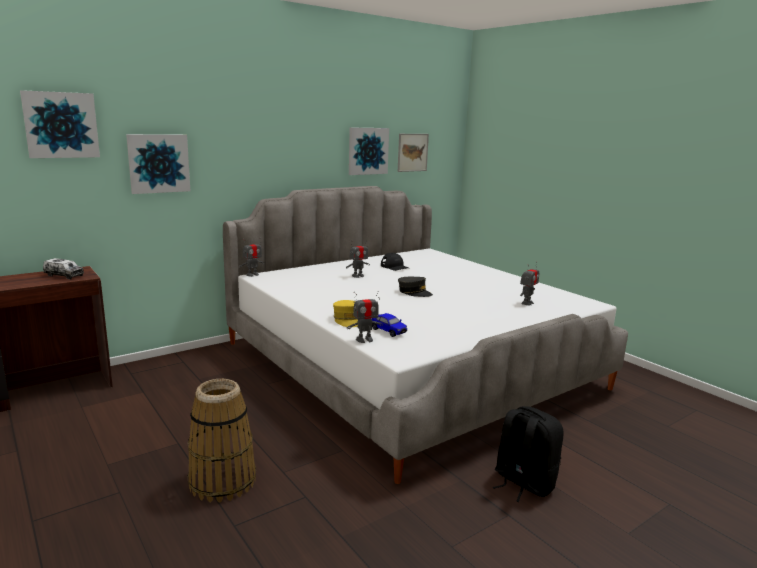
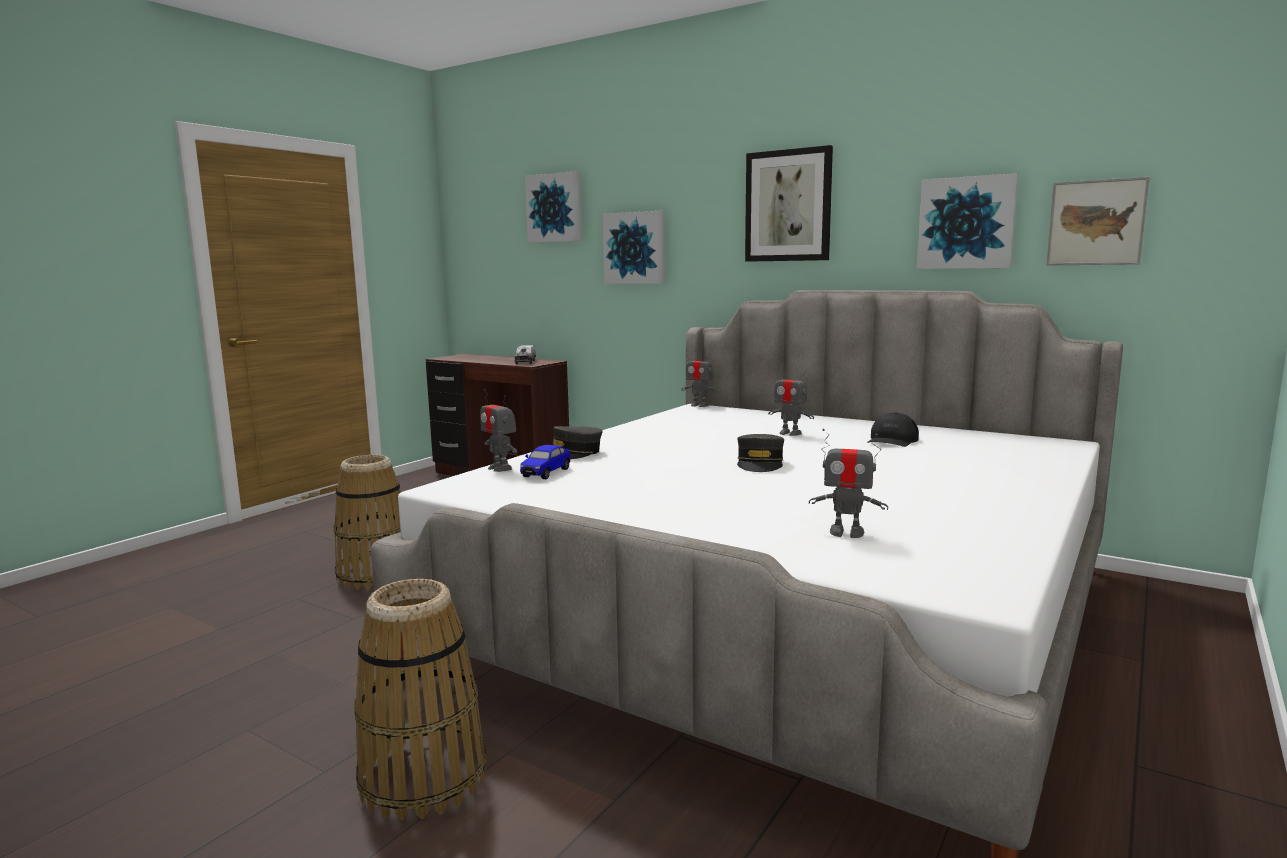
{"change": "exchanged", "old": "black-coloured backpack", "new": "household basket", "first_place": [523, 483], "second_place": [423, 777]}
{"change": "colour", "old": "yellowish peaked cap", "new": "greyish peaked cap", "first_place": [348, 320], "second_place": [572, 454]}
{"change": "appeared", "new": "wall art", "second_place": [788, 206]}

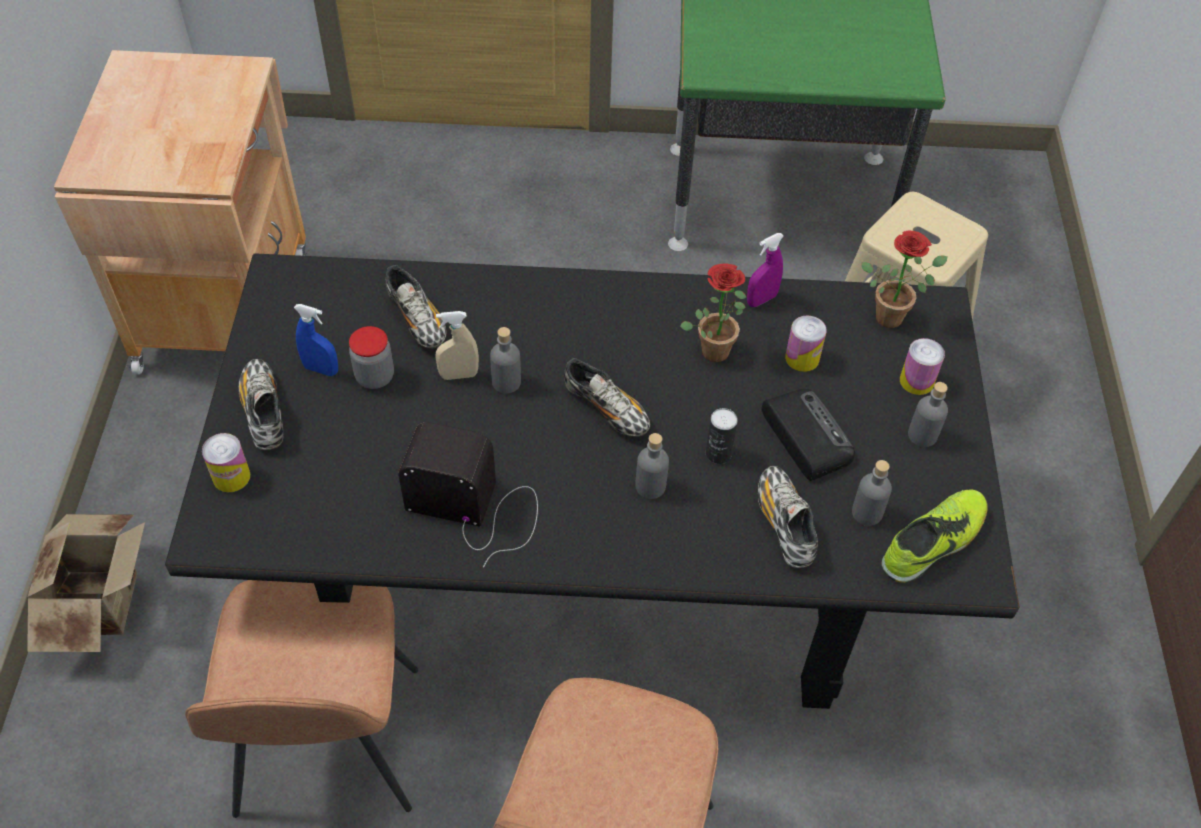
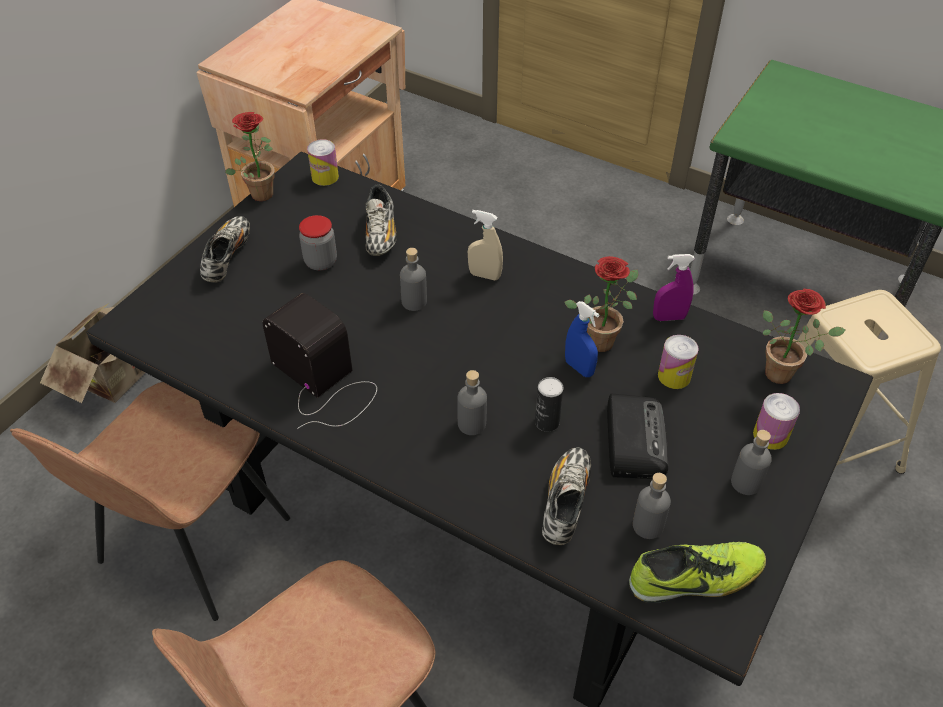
{"change": "appeared", "new": "potted plant", "second_place": [260, 191]}
{"change": "relocated", "old": "can", "first_place": [231, 477], "second_place": [325, 177]}
{"change": "relocated", "old": "sand-coloured spray bottle", "first_place": [459, 375], "second_place": [484, 275]}
{"change": "relocated", "old": "bluish spray bottle", "first_place": [321, 369], "second_place": [579, 368]}
{"change": "missing", "old": "low shoe", "first_place": [606, 409]}

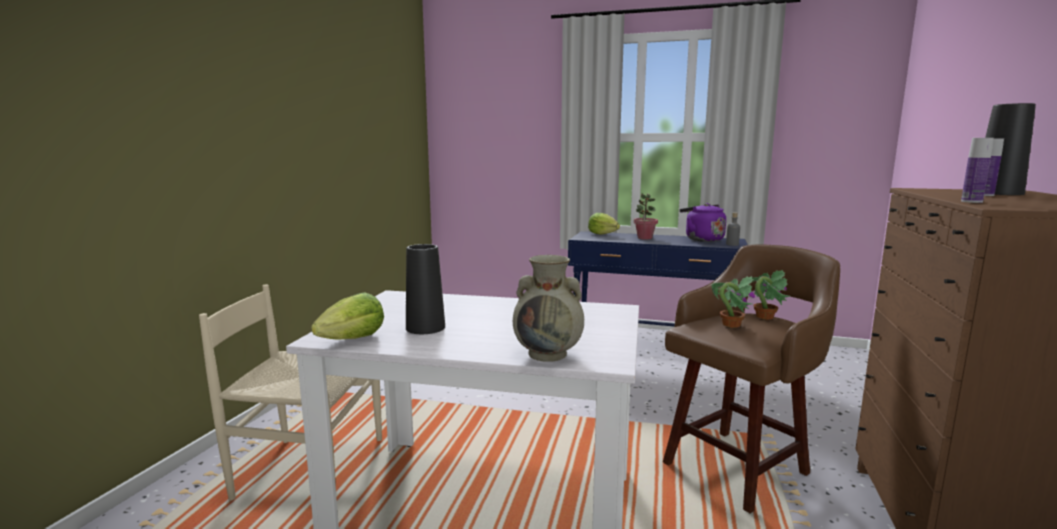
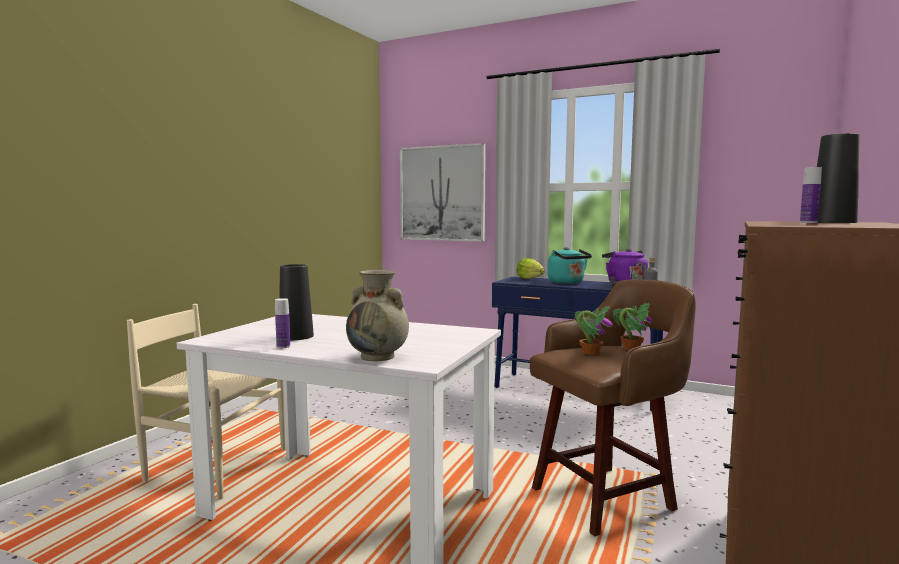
{"change": "relocated", "old": "drink bottle", "first_place": [971, 201], "second_place": [283, 346]}
{"change": "appeared", "new": "wall art", "second_place": [442, 193]}
{"change": "exchanged", "old": "potted plant", "new": "turquoise-coloured water kettle", "first_place": [644, 238], "second_place": [567, 282]}
{"change": "missing", "old": "lettuce head", "first_place": [353, 339]}

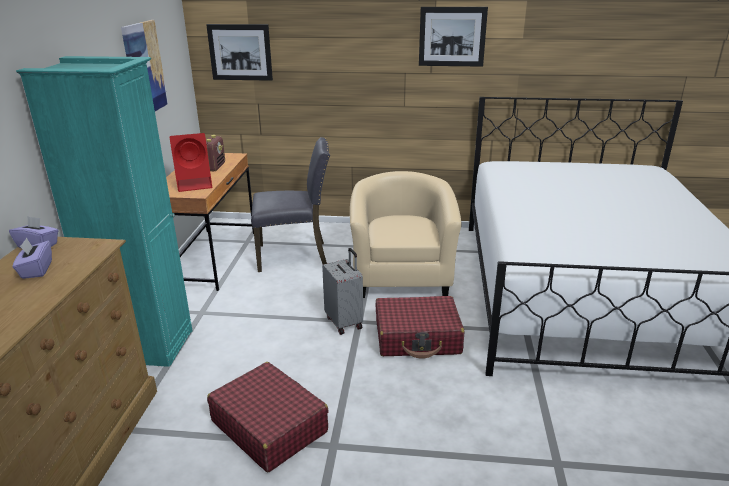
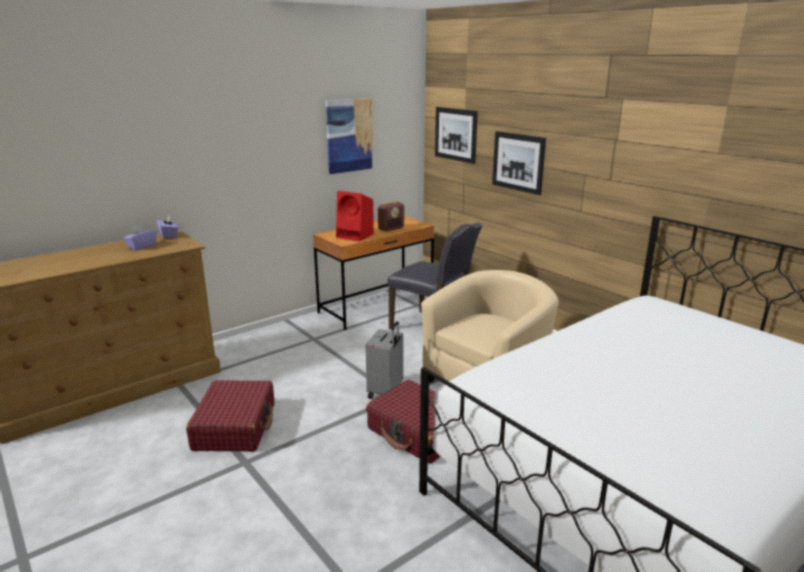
{"change": "relocated", "old": "wall art", "first_place": [452, 36], "second_place": [518, 162]}
{"change": "missing", "old": "turquoise-coloured cupboard", "first_place": [148, 345]}

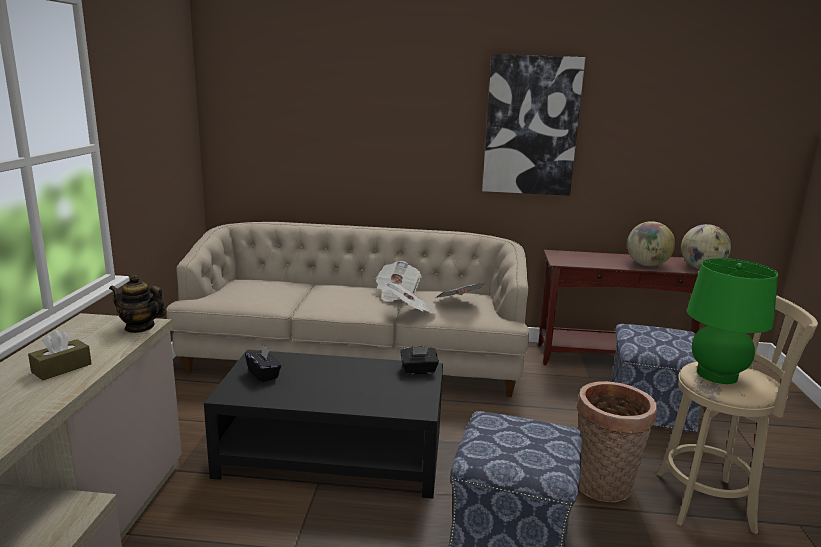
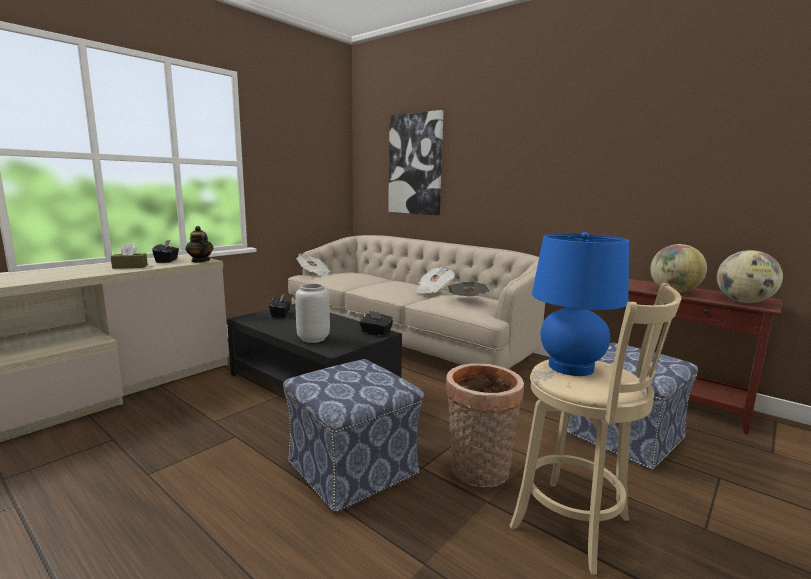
{"change": "appeared", "new": "black-coloured box of tissues", "second_place": [167, 261]}
{"change": "appeared", "new": "greyish vase", "second_place": [313, 338]}
{"change": "relocated", "old": "daily paper", "first_place": [411, 311], "second_place": [314, 274]}
{"change": "relocated", "old": "wall art", "first_place": [531, 126], "second_place": [415, 164]}
{"change": "colour", "old": "green lamp for a table", "new": "bluish lamp for a table", "first_place": [717, 375], "second_place": [570, 367]}

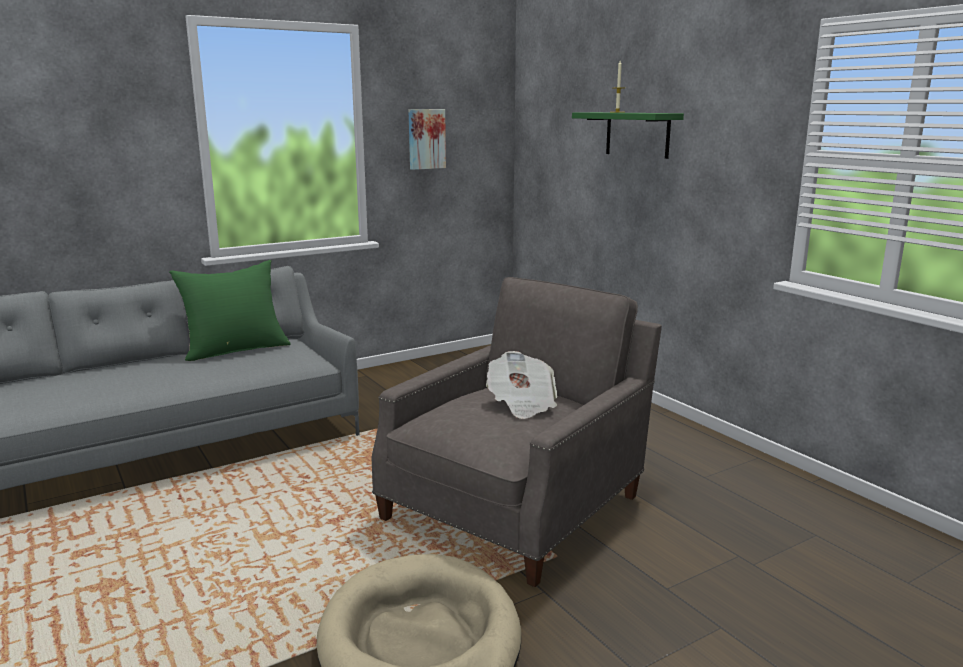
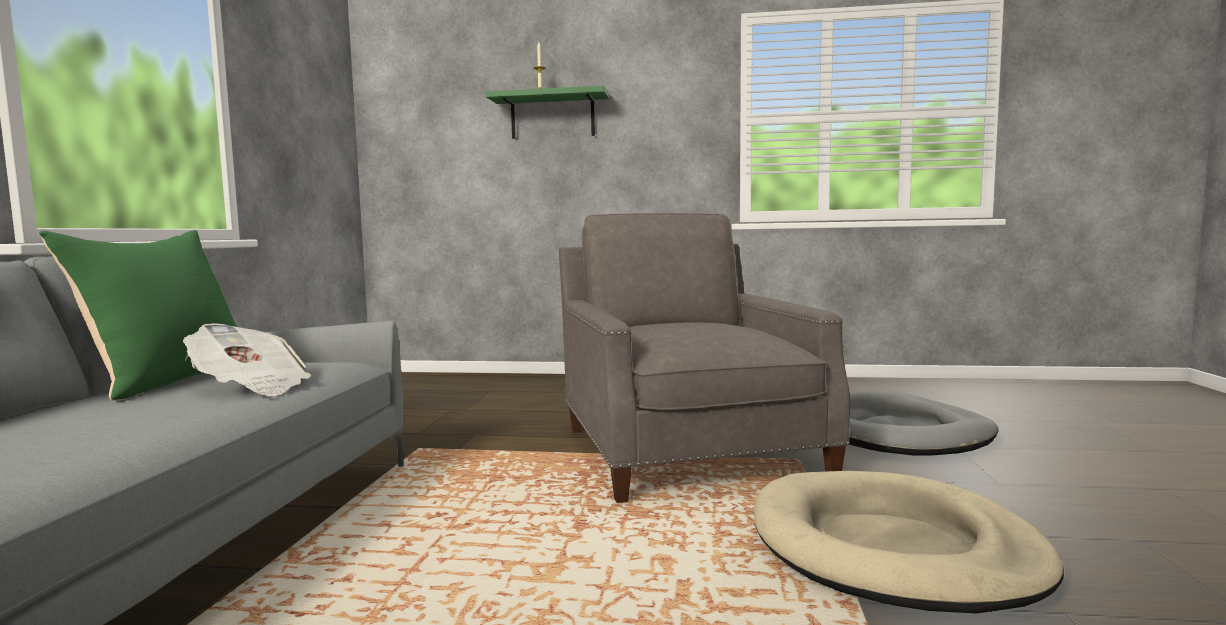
{"change": "relocated", "old": "daily paper", "first_place": [521, 404], "second_place": [251, 388]}
{"change": "appeared", "new": "greyish dog bed", "second_place": [898, 433]}
{"change": "missing", "old": "wall art", "first_place": [426, 139]}

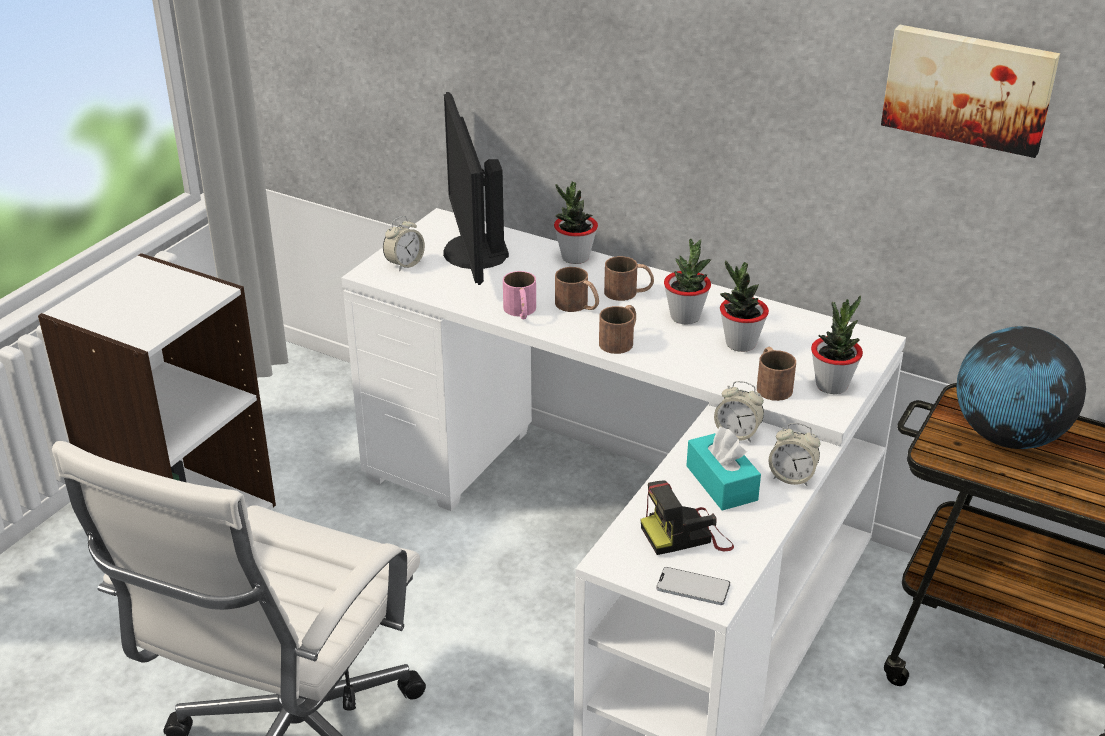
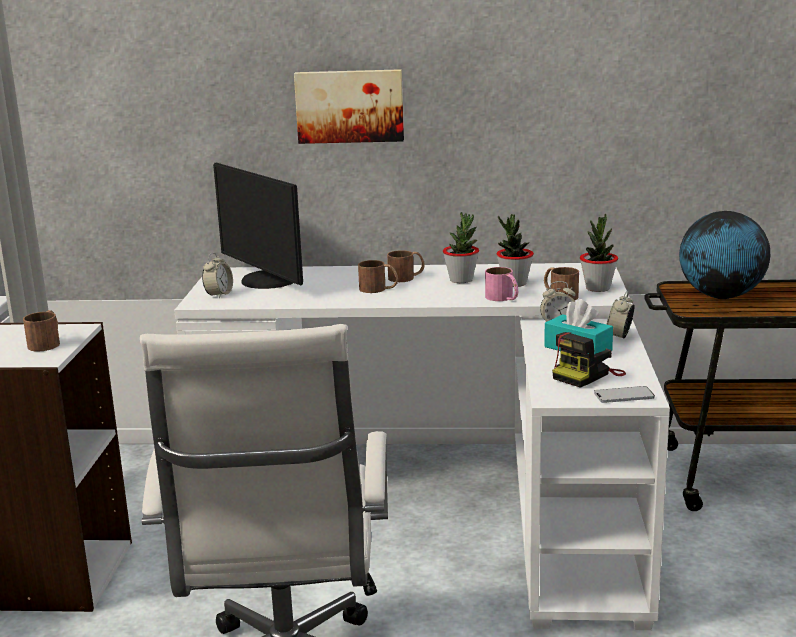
{"change": "relocated", "old": "brown coffee mug", "first_place": [620, 340], "second_place": [47, 343]}
{"change": "relocated", "old": "wall art", "first_place": [968, 88], "second_place": [350, 106]}
{"change": "relocated", "old": "pinkish coffee mug", "first_place": [521, 312], "second_place": [503, 298]}
{"change": "spun", "old": "bedside clock", "first_place": [792, 477], "second_place": [619, 336], "degrees": 120}
{"change": "missing", "old": "potted plant", "first_place": [575, 257]}

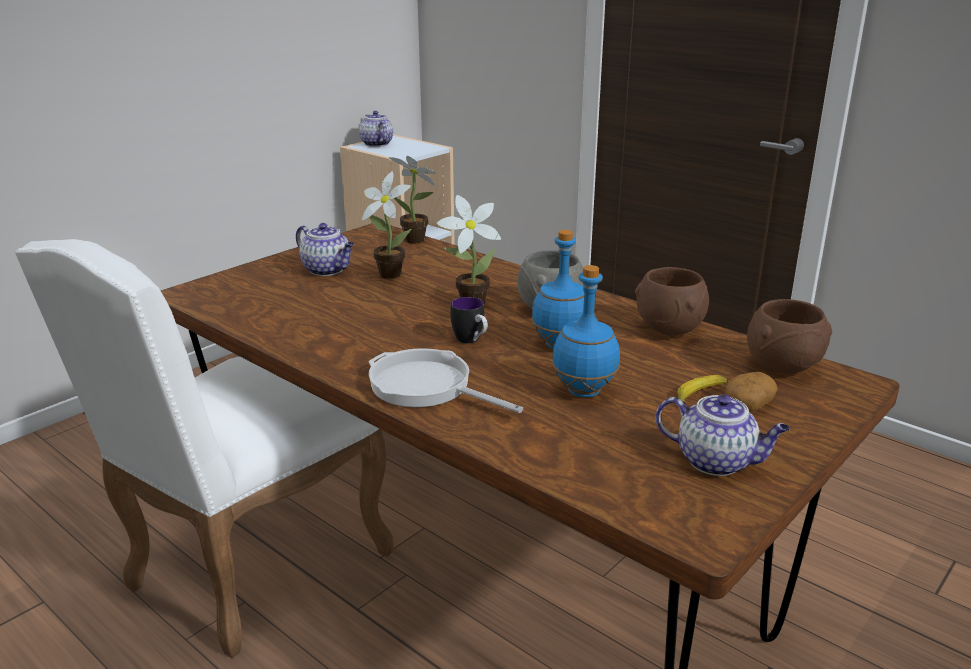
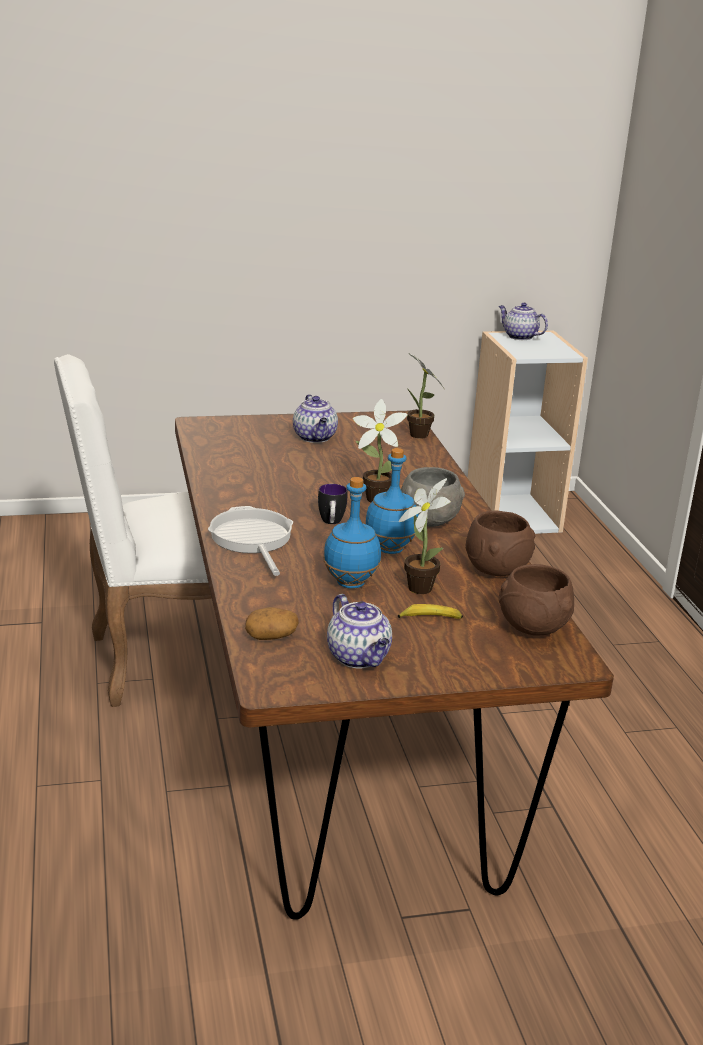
{"change": "relocated", "old": "whole potato", "first_place": [748, 404], "second_place": [271, 636]}
{"change": "relocated", "old": "potted plant", "first_place": [388, 273], "second_place": [420, 586]}
{"change": "spun", "old": "pot for tea", "first_place": [376, 144], "second_place": [519, 336], "degrees": -60}

